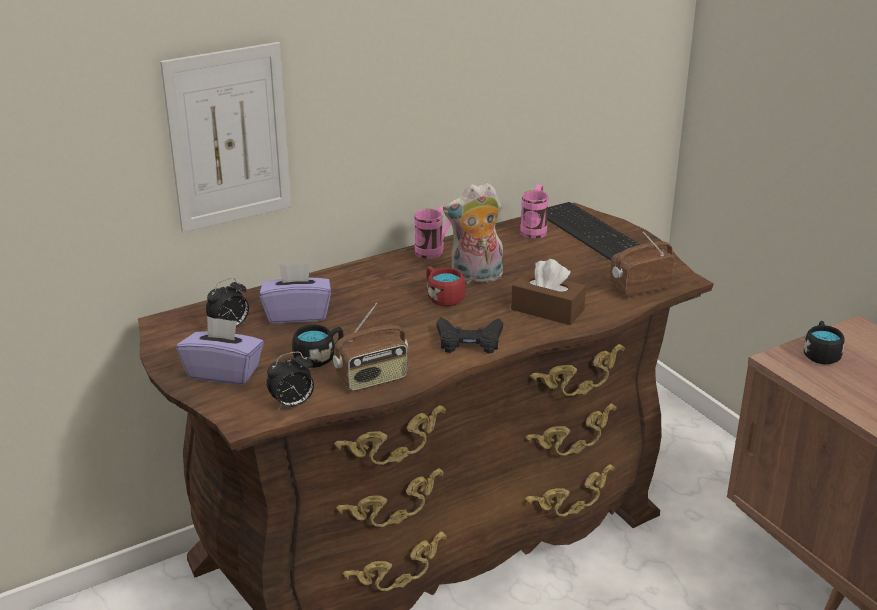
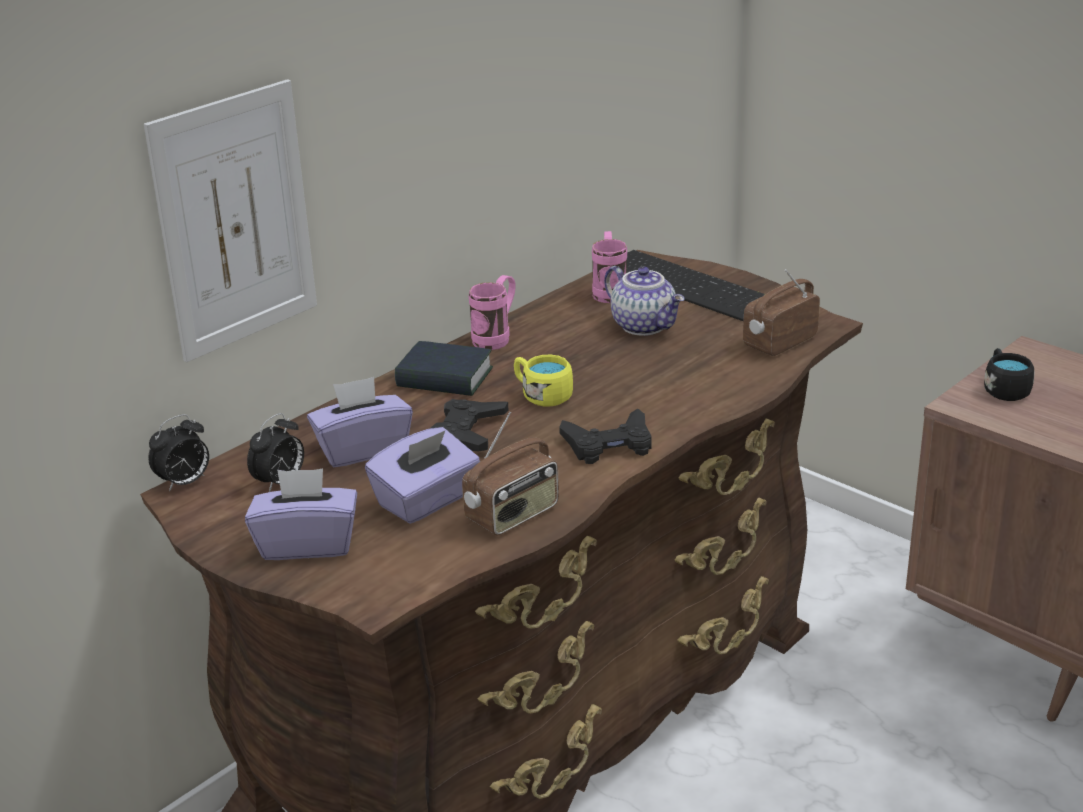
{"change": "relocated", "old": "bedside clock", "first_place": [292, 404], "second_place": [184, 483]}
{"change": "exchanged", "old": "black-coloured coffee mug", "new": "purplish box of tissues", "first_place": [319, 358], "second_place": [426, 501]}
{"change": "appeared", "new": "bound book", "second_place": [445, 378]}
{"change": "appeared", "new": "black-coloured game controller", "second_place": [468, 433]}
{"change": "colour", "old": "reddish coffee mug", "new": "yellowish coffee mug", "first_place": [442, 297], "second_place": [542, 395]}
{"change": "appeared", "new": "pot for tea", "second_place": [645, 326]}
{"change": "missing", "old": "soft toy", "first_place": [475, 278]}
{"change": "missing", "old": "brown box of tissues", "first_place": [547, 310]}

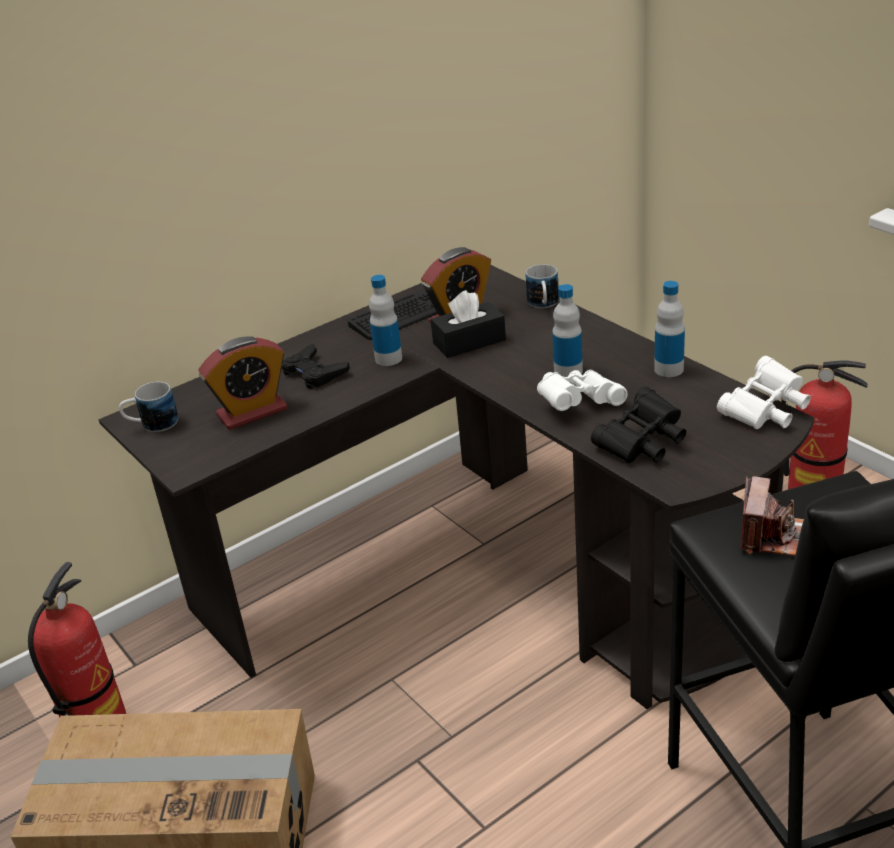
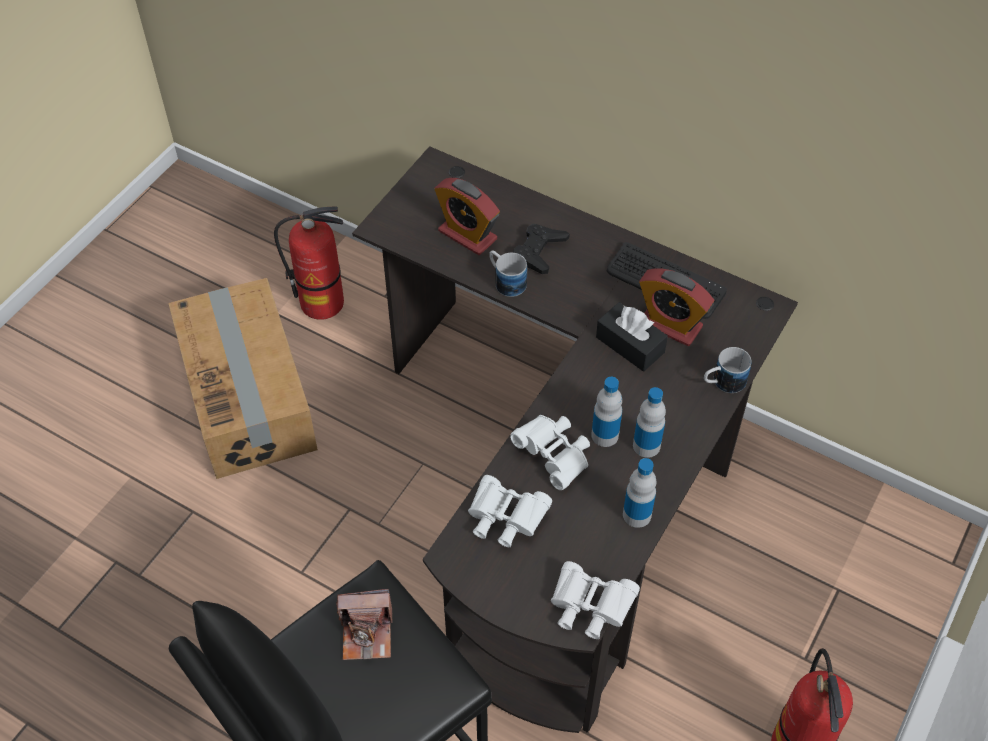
{"change": "colour", "old": "black-coloured binoculars", "new": "white-coloured binoculars", "first_place": [642, 444], "second_place": [505, 519]}
{"change": "relocated", "old": "coffee mug", "first_place": [152, 424], "second_place": [505, 281]}
{"change": "relocated", "old": "drink bottle", "first_place": [388, 359], "second_place": [646, 445]}

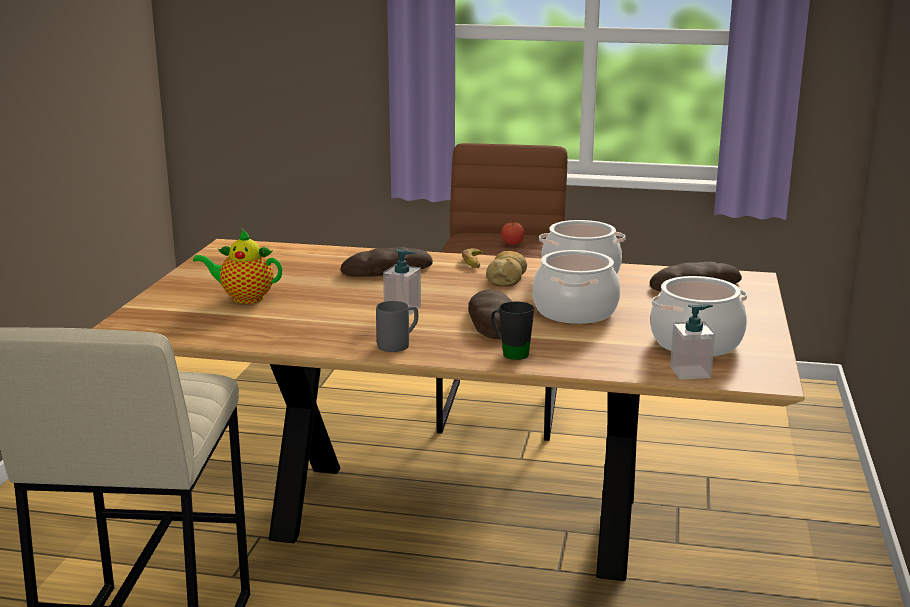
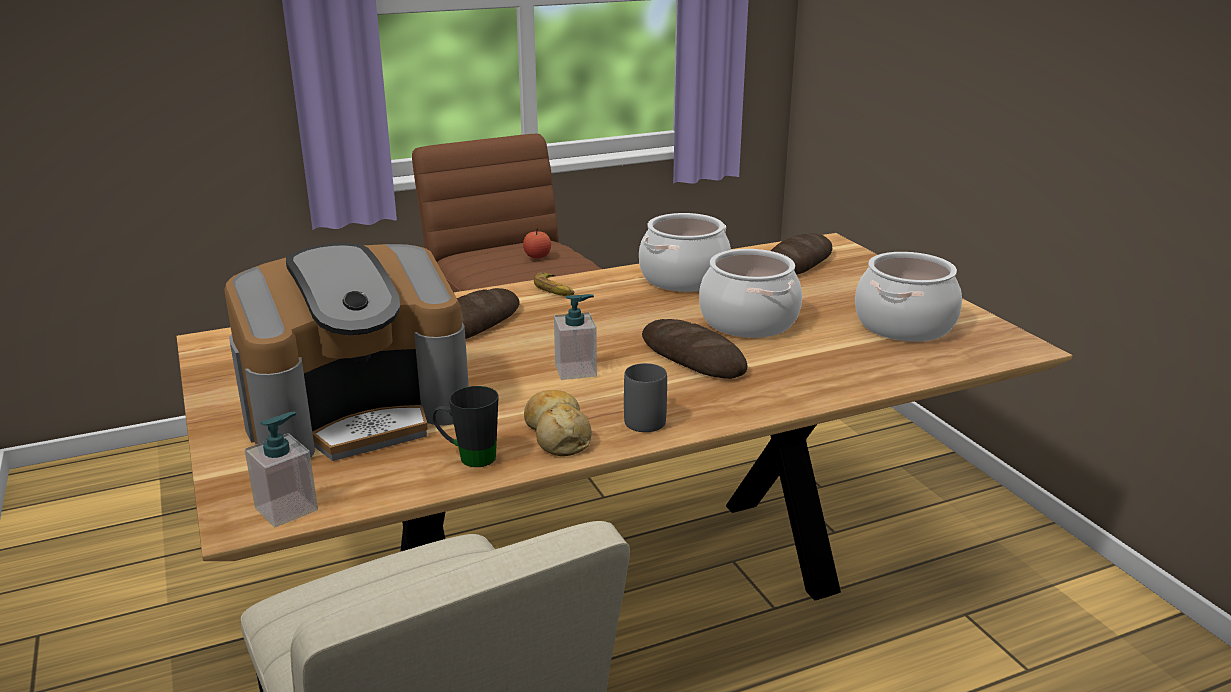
{"change": "exchanged", "old": "pot for tea", "new": "coffee maker", "first_place": [244, 298], "second_place": [357, 413]}
{"change": "relocated", "old": "soap dispenser", "first_place": [690, 372], "second_place": [287, 508]}
{"change": "relocated", "old": "black-coloured coffee mug", "first_place": [510, 353], "second_place": [468, 457]}
{"change": "relocated", "old": "bakery bread", "first_place": [507, 277], "second_place": [557, 434]}

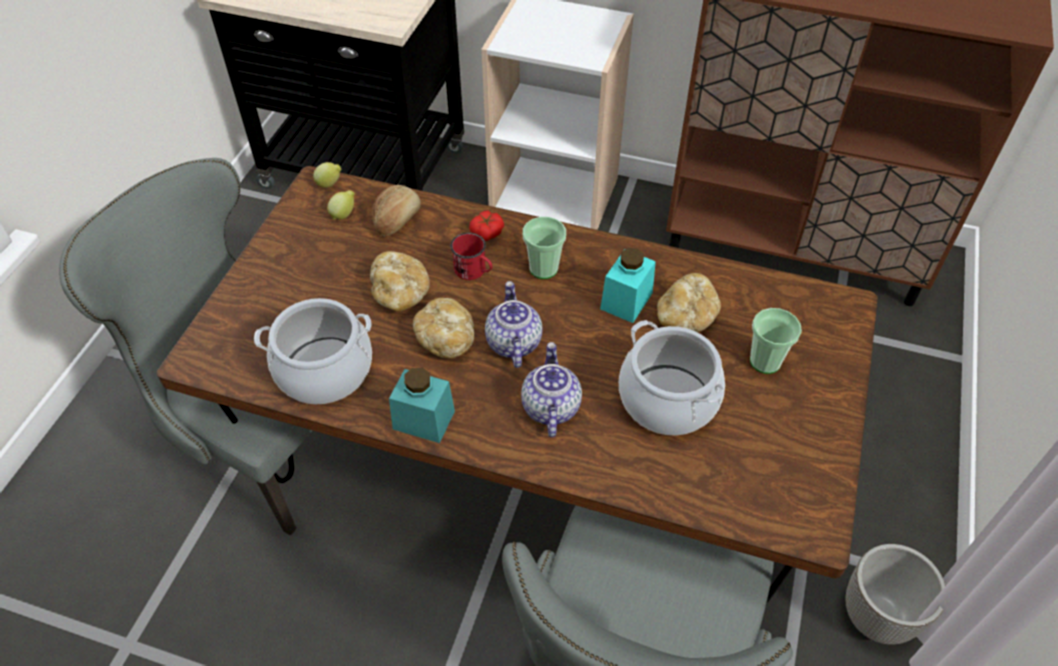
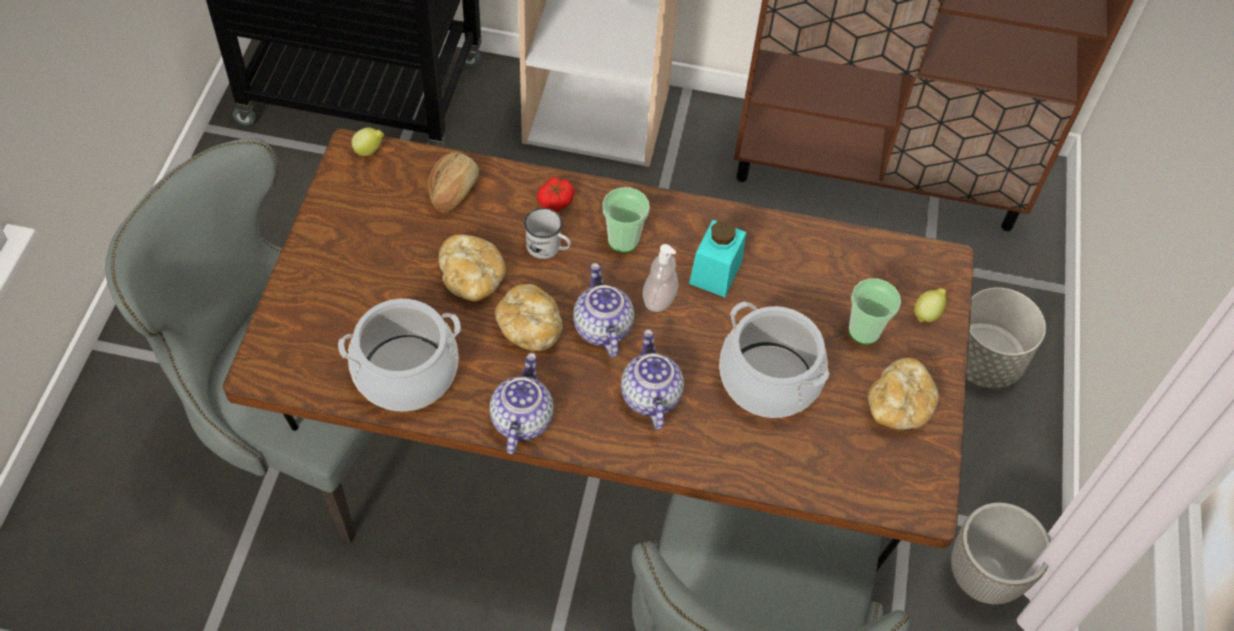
{"change": "exchanged", "old": "turquoise-coloured storage jar", "new": "pot for tea", "first_place": [424, 420], "second_place": [521, 419]}
{"change": "colour", "old": "reddish coffee mug", "new": "white-coloured coffee mug", "first_place": [474, 271], "second_place": [548, 248]}
{"change": "appeared", "new": "soap dispenser", "second_place": [659, 299]}
{"change": "relocated", "old": "bakery bread", "first_place": [686, 316], "second_place": [899, 405]}
{"change": "relocated", "old": "whole lemon", "first_place": [344, 214], "second_place": [927, 313]}
{"change": "appeared", "new": "greyish planter", "second_place": [983, 361]}

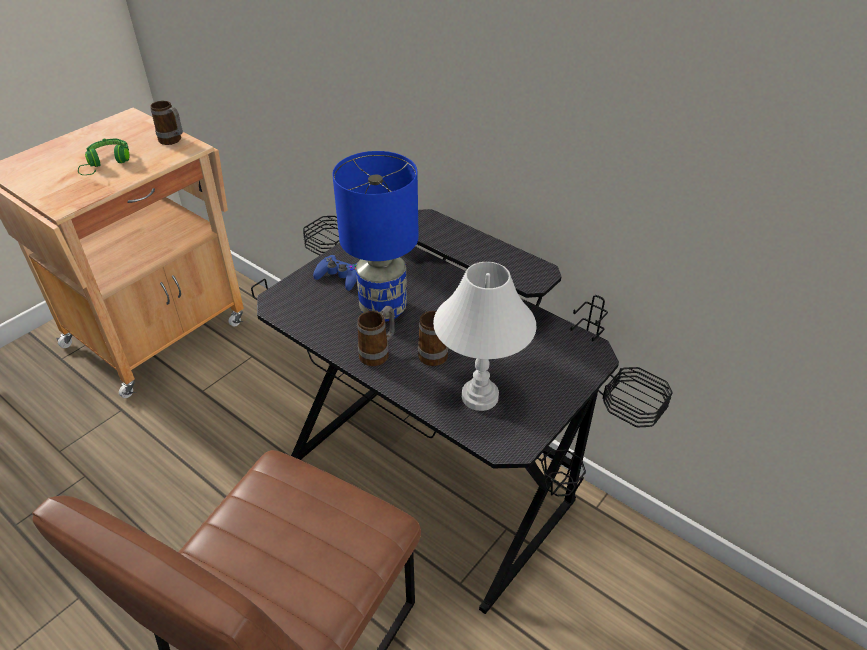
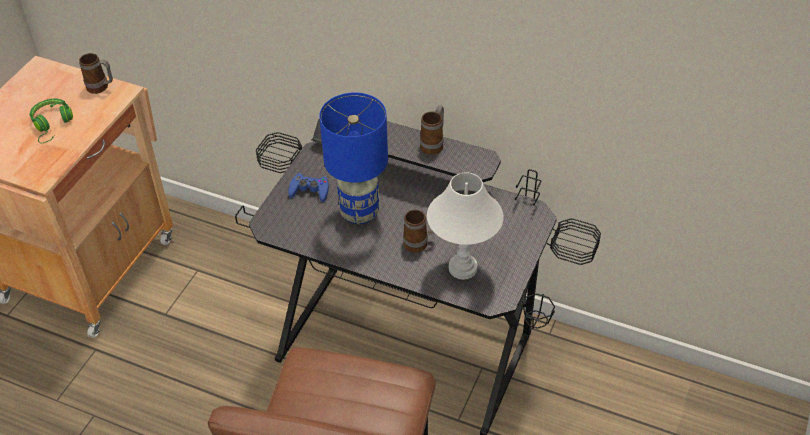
{"change": "relocated", "old": "coffee mug", "first_place": [379, 353], "second_place": [434, 144]}

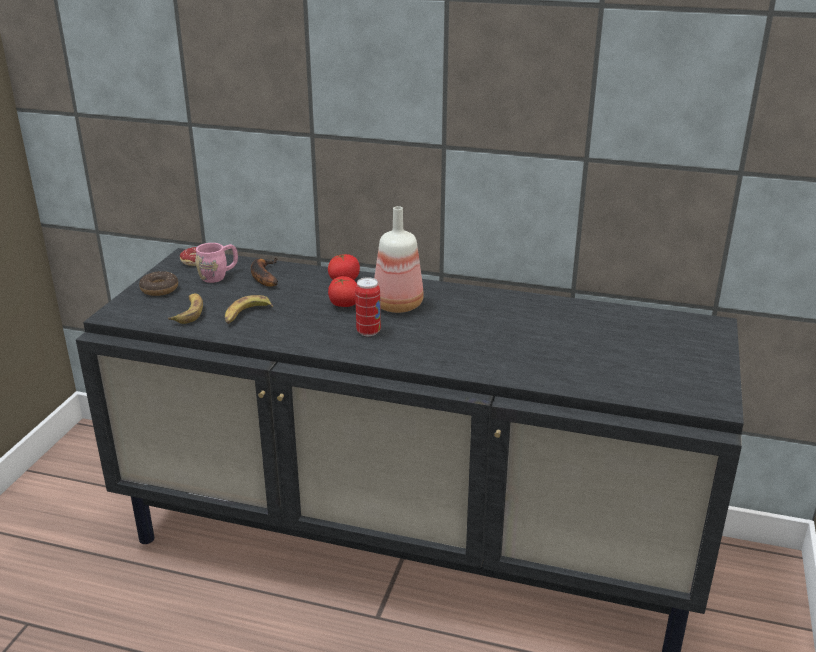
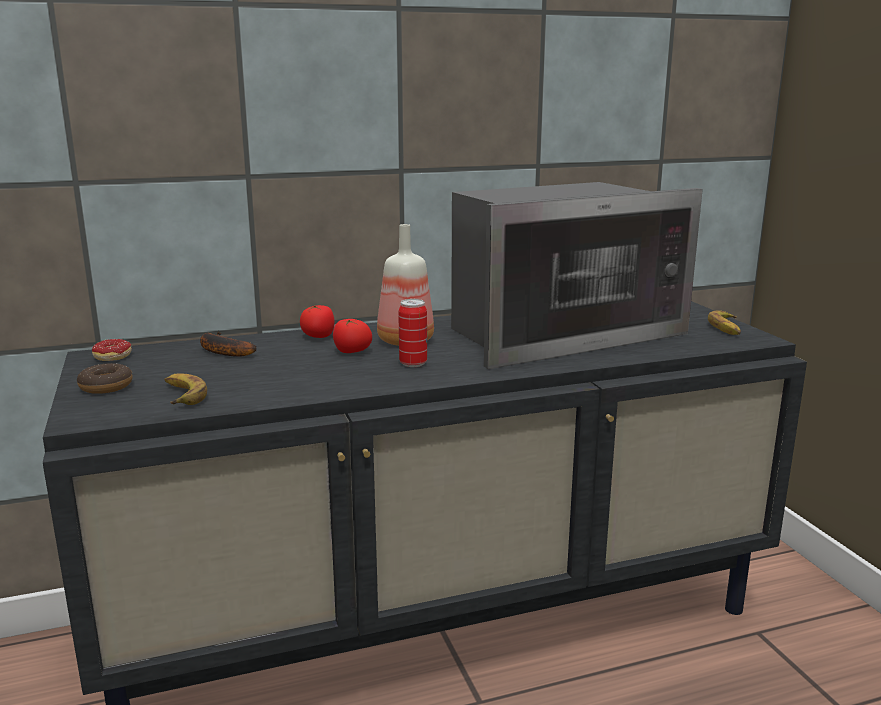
{"change": "appeared", "new": "microwave oven", "second_place": [558, 333]}
{"change": "relocated", "old": "banana fruit", "first_place": [246, 315], "second_place": [726, 328]}
{"change": "missing", "old": "pinkish coffee mug", "first_place": [219, 275]}

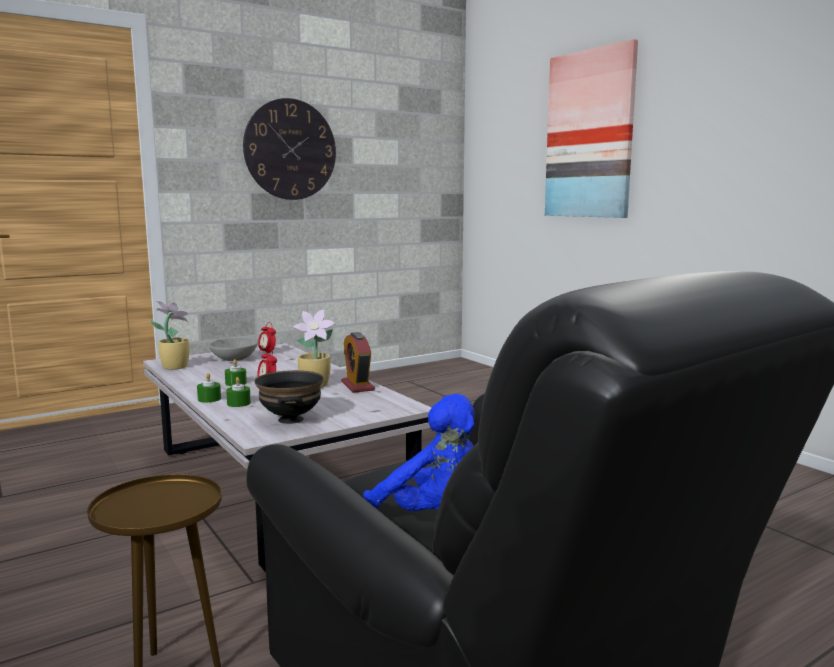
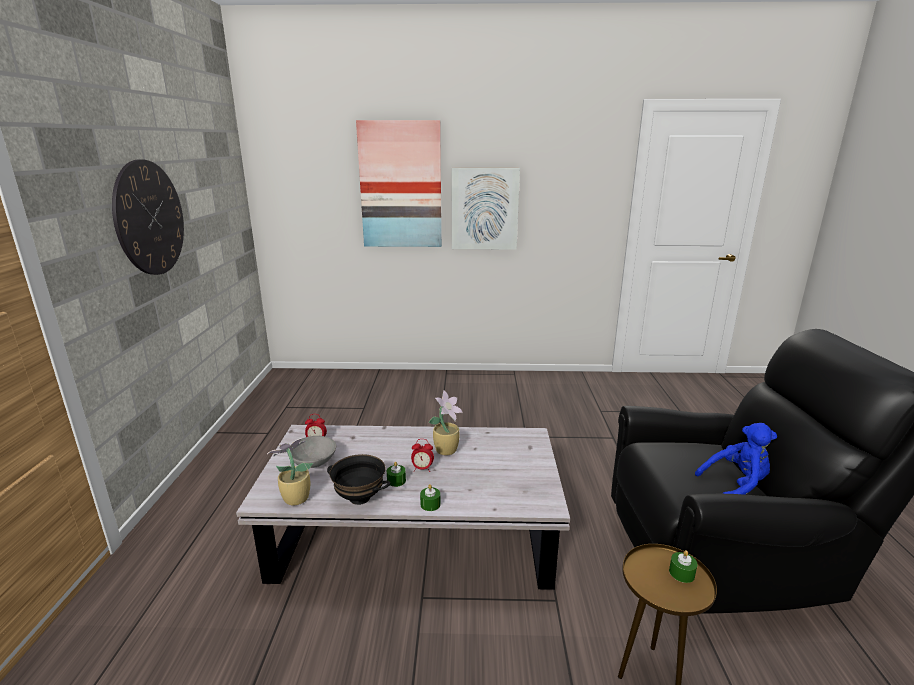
{"change": "relocated", "old": "black-coloured serving bowl", "first_place": [291, 419], "second_place": [360, 498]}
{"change": "appeared", "new": "wall art", "second_place": [484, 209]}
{"change": "relocated", "old": "green wax candle", "first_place": [238, 403], "second_place": [681, 573]}
{"change": "missing", "old": "bedside clock", "first_place": [357, 386]}

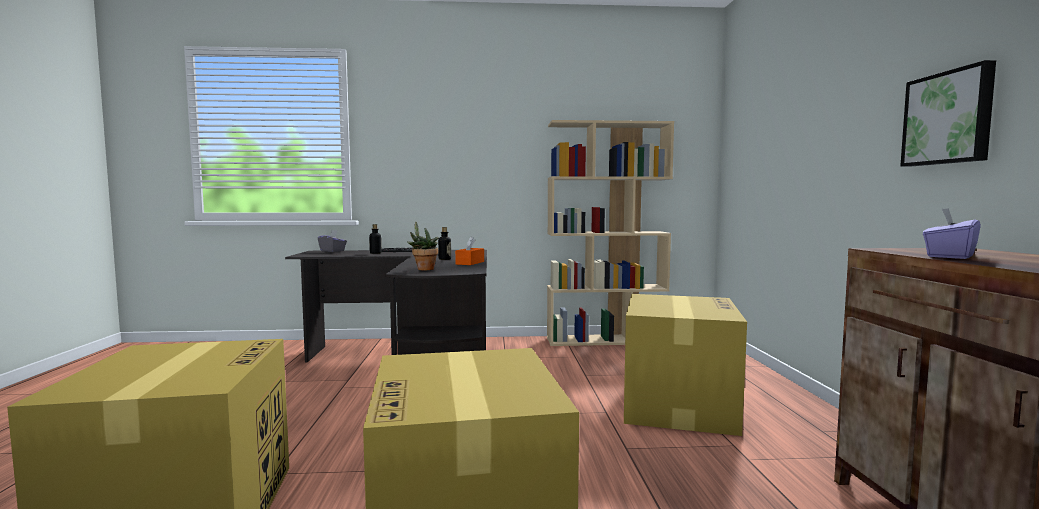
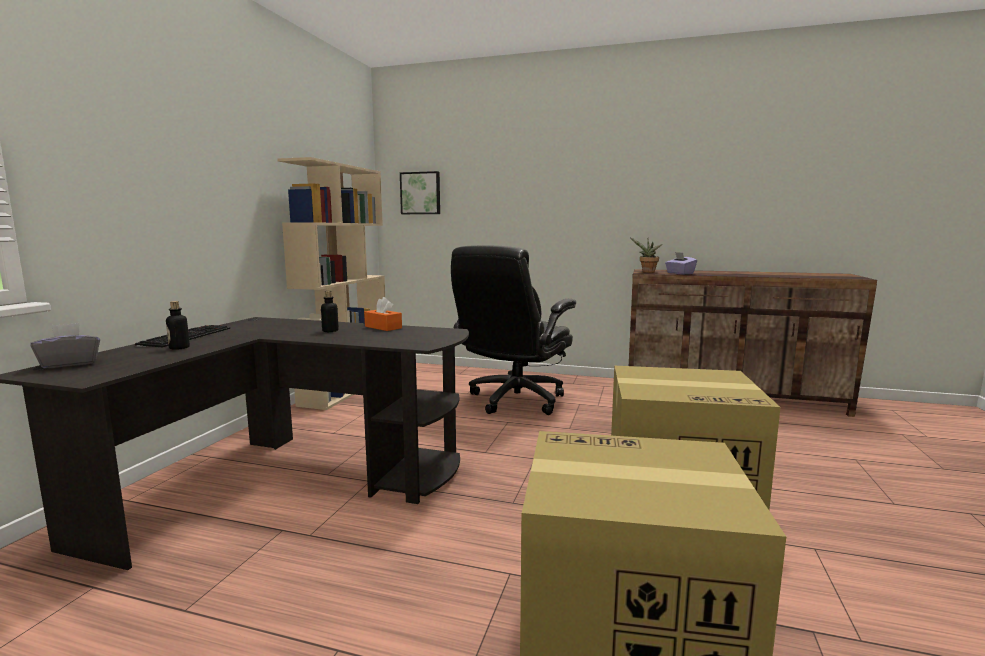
{"change": "relocated", "old": "wall art", "first_place": [949, 118], "second_place": [421, 193]}
{"change": "exchanged", "old": "carton", "new": "black-coloured desk chair", "first_place": [678, 405], "second_place": [512, 401]}
{"change": "relocated", "old": "potted plant", "first_place": [423, 269], "second_place": [647, 272]}

